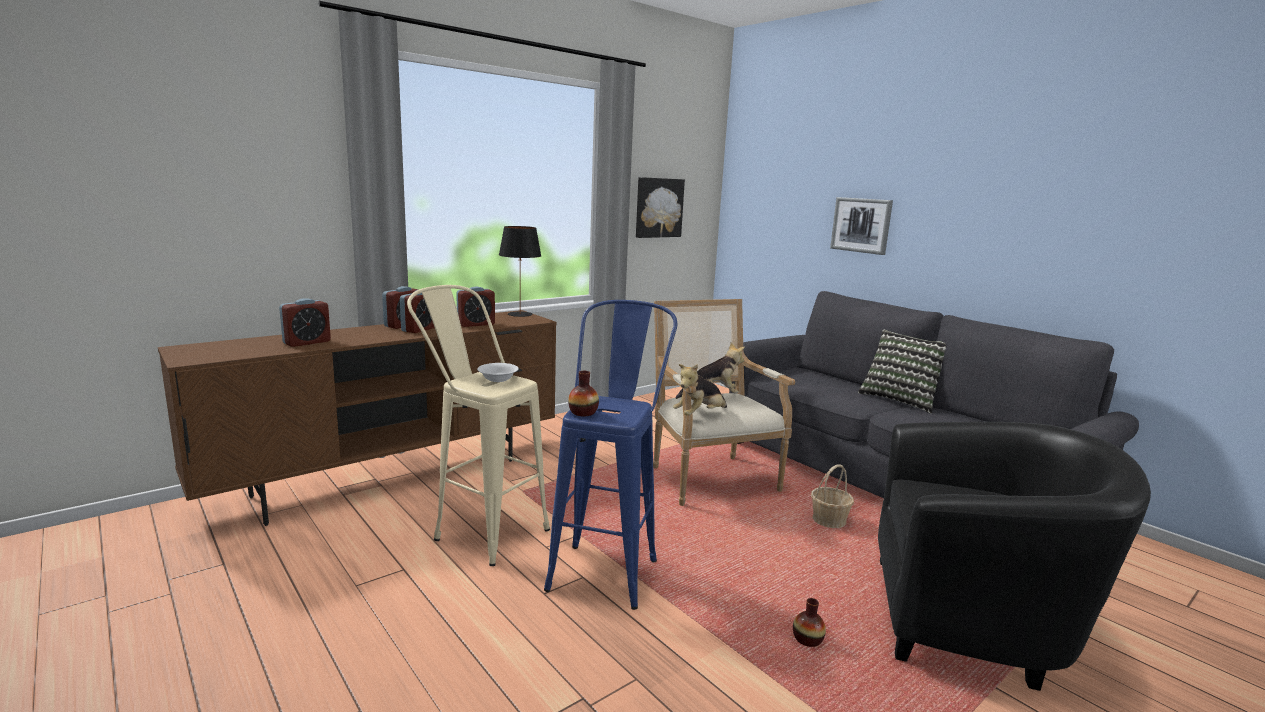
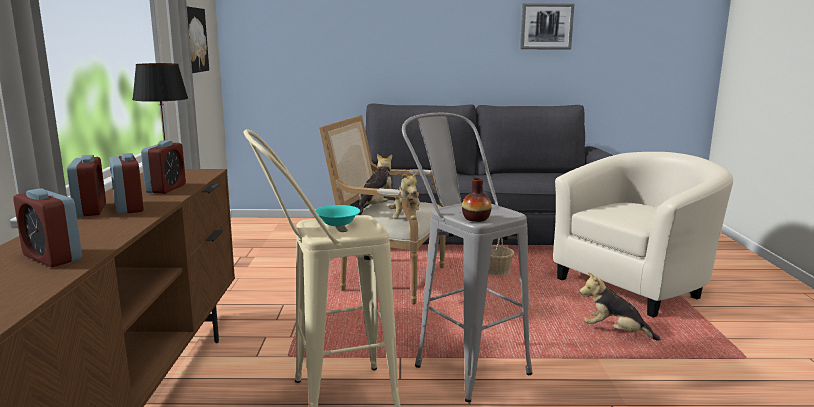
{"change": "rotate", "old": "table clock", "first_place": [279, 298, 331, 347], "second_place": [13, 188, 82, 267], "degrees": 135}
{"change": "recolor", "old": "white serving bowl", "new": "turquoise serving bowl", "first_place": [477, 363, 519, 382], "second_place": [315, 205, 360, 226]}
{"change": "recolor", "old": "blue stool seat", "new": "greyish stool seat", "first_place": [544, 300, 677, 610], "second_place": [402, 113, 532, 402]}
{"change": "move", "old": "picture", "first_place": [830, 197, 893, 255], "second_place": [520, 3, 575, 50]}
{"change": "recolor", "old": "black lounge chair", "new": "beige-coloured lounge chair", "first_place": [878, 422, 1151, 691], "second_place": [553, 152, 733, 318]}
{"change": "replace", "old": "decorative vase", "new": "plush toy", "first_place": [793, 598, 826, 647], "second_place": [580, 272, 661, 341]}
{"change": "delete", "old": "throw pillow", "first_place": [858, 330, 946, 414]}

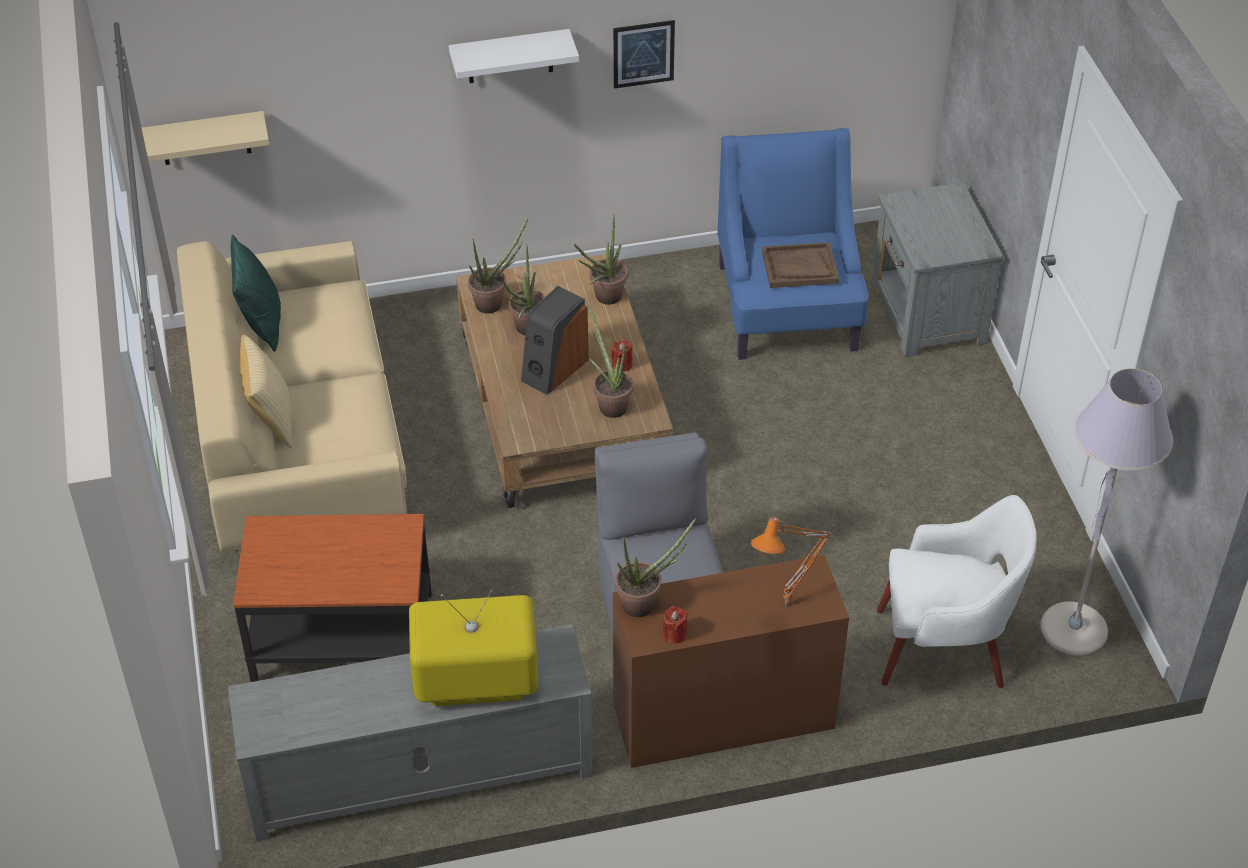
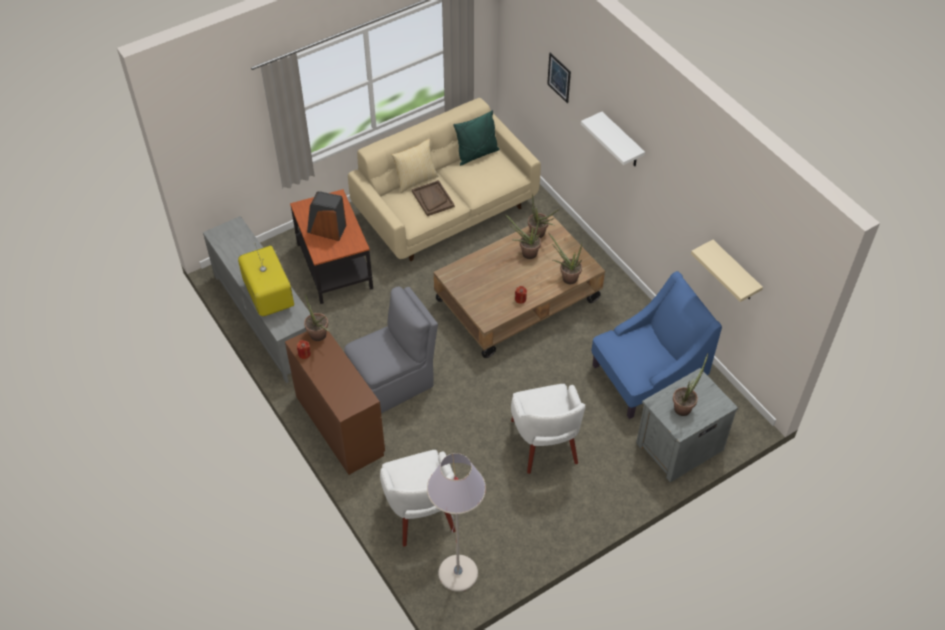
{"change": "move", "old": "speaker", "first_place": [521, 286, 589, 395], "second_place": [307, 191, 346, 241]}
{"change": "move", "old": "brownish tray", "first_place": [762, 242, 839, 288], "second_place": [412, 180, 455, 217]}
{"change": "insert", "new": "white lounge chair", "second_place": [511, 384, 585, 474]}
{"change": "move", "old": "picture", "first_place": [613, 20, 675, 89], "second_place": [547, 53, 571, 103]}
{"change": "move", "old": "plant in a pot", "first_place": [587, 304, 633, 418], "second_place": [673, 354, 708, 416]}
{"change": "move", "old": "beige-coloured bracket shelf", "first_place": [142, 111, 269, 165], "second_place": [691, 240, 763, 302]}
{"change": "delete", "old": "orange tabletop lamp", "first_place": [751, 517, 831, 606]}

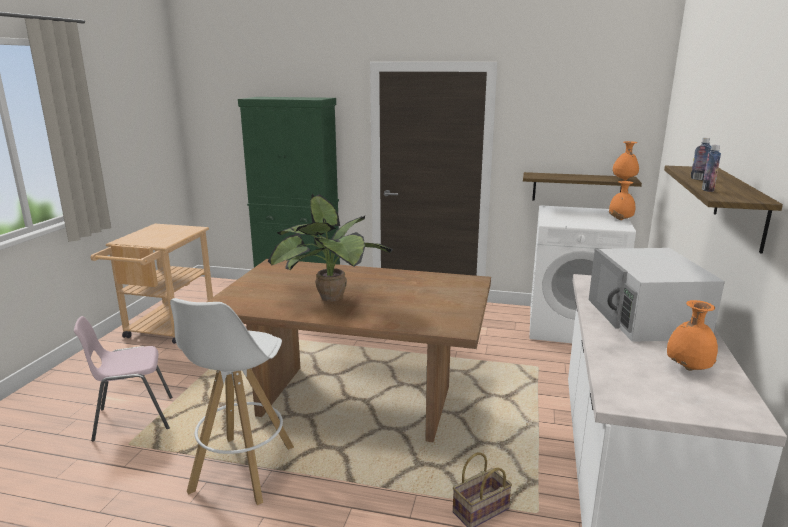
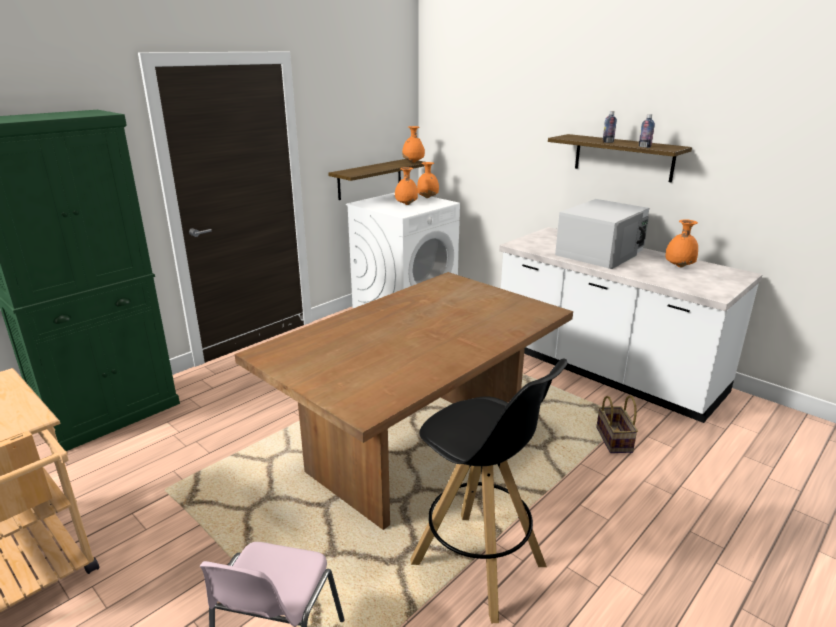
{"change": "insert", "new": "orange decorative vase", "second_place": [395, 167, 418, 205]}
{"change": "recolor", "old": "white stool seat", "new": "black stool seat", "first_place": [170, 298, 294, 505], "second_place": [410, 359, 567, 623]}
{"change": "rotate", "old": "white microwave", "first_place": [589, 248, 725, 342], "second_place": [555, 199, 649, 269], "degrees": -75}
{"change": "delete", "old": "plant in a pot", "first_place": [268, 193, 393, 302]}

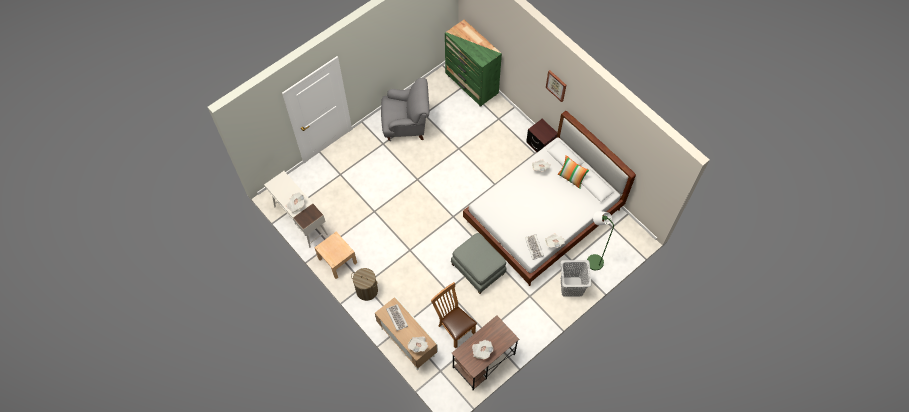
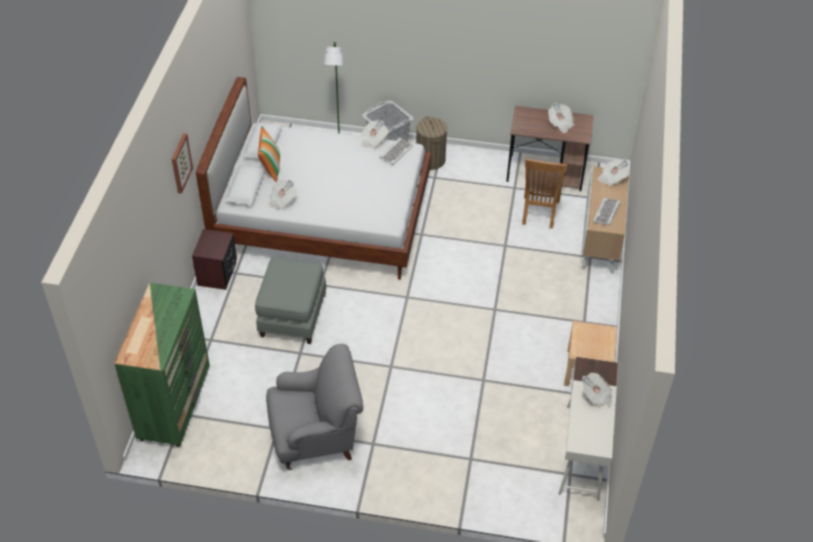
{"change": "move", "old": "greyish pouffe", "first_place": [451, 233, 506, 294], "second_place": [255, 257, 327, 344]}
{"change": "rotate", "old": "greyish lounge chair", "first_place": [381, 78, 429, 141], "second_place": [266, 344, 363, 470], "degrees": 120}
{"change": "move", "old": "laundry basket", "first_place": [351, 268, 378, 301], "second_place": [416, 116, 447, 170]}

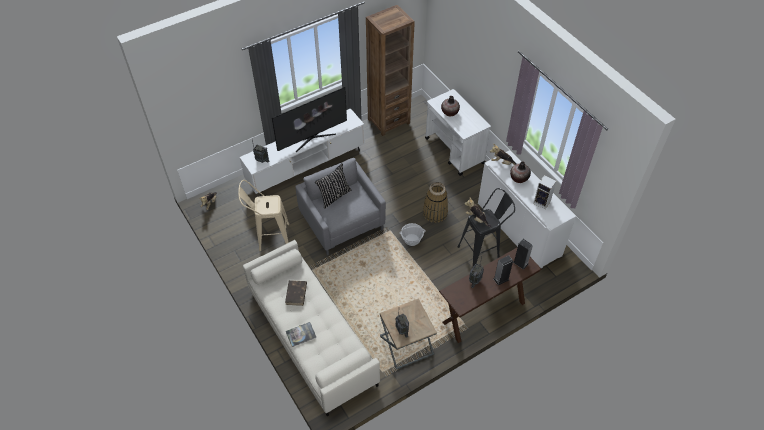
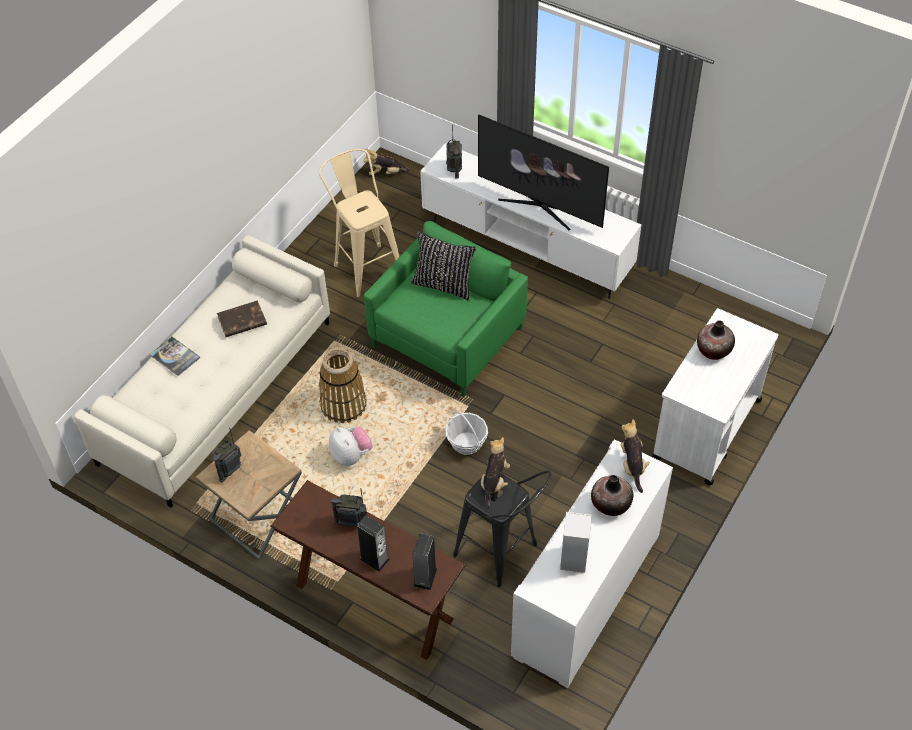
{"change": "move", "old": "storage basket", "first_place": [423, 182, 448, 223], "second_place": [319, 349, 367, 423]}
{"change": "insert", "new": "plush toy", "second_place": [329, 427, 373, 466]}
{"change": "recolor", "old": "greyish lounge chair", "new": "green lounge chair", "first_place": [295, 158, 386, 255], "second_place": [364, 221, 528, 397]}
{"change": "delete", "old": "brownish shelving unit", "first_place": [366, 5, 415, 136]}

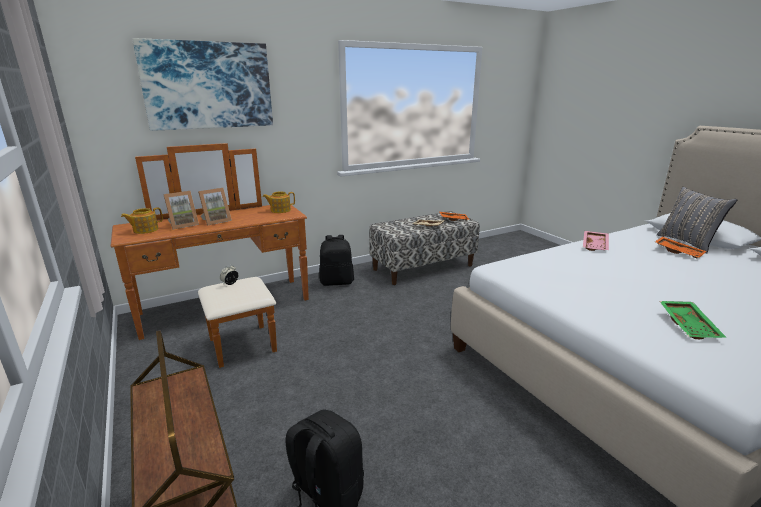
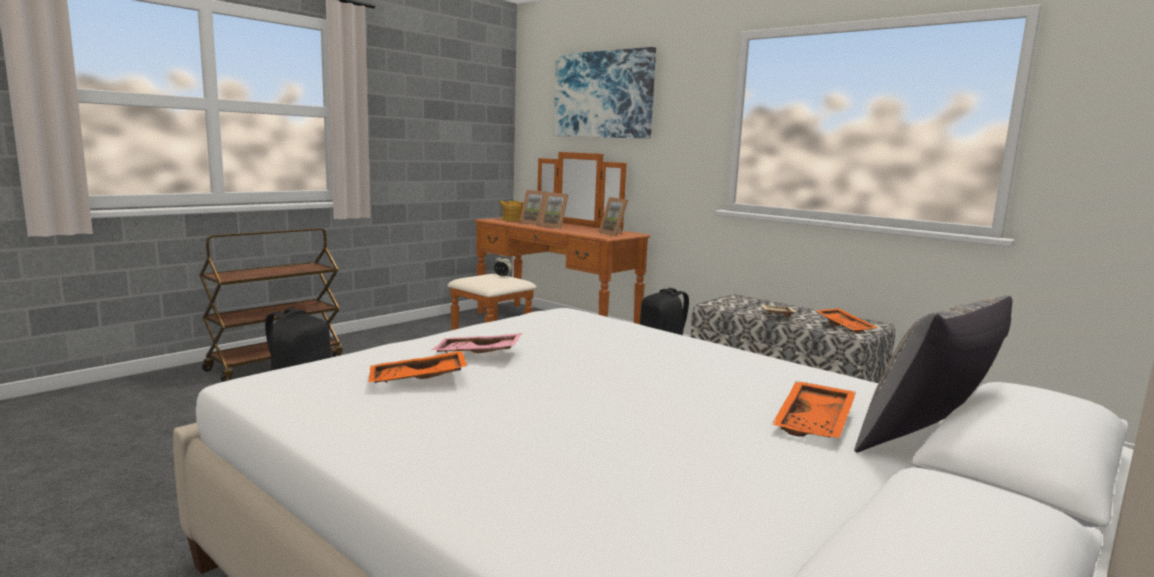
{"change": "recolor", "old": "green tray", "new": "orange tray", "first_place": [660, 301, 727, 339], "second_place": [368, 351, 467, 383]}
{"change": "move", "old": "pinkish tray", "first_place": [583, 231, 609, 251], "second_place": [431, 333, 522, 353]}
{"change": "replace", "old": "tea pot", "new": "photo frame", "first_place": [263, 192, 295, 213], "second_place": [598, 197, 628, 236]}

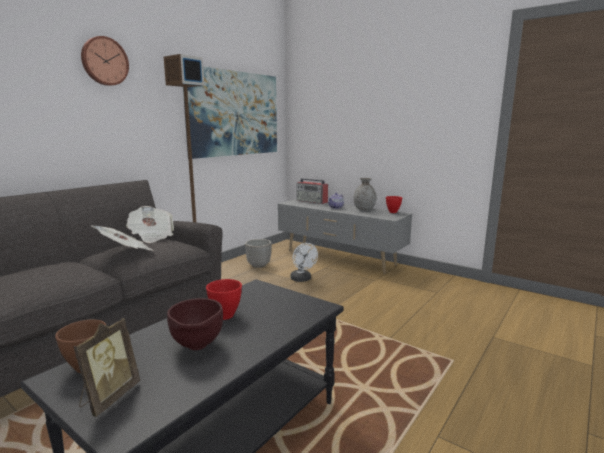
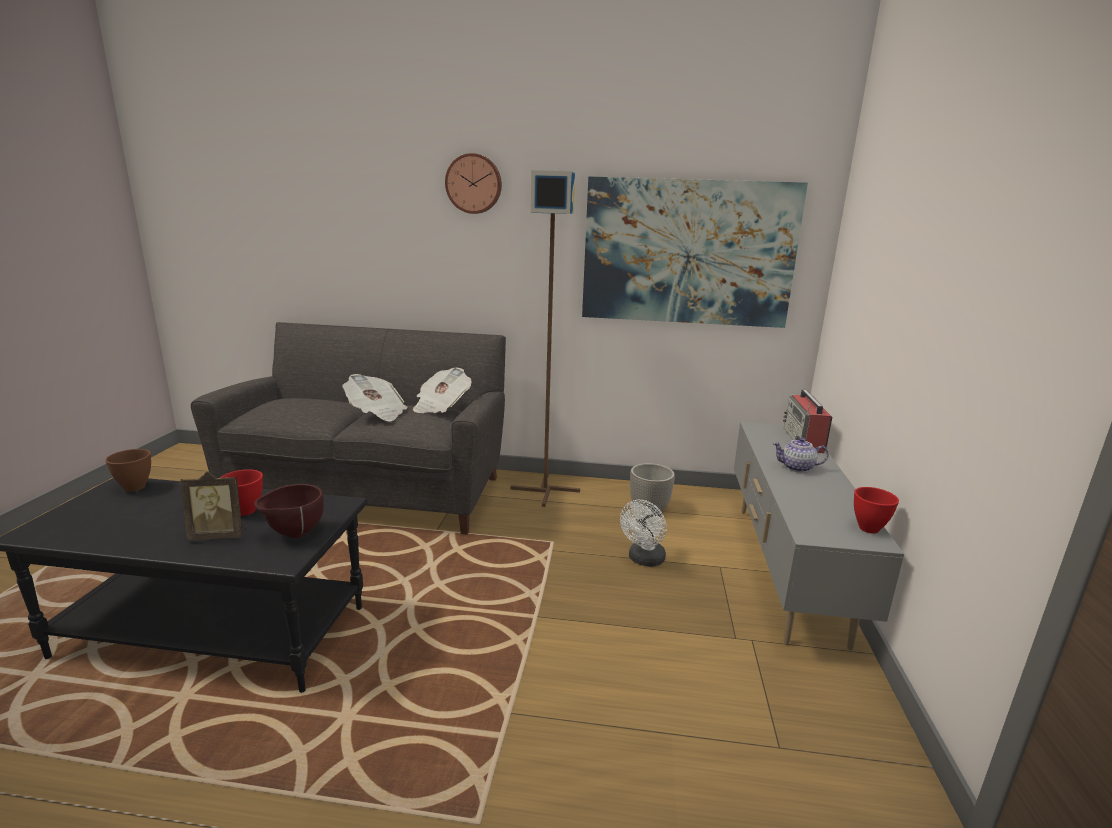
{"change": "move", "old": "photo frame", "first_place": [73, 318, 140, 417], "second_place": [180, 472, 243, 540]}
{"change": "move", "old": "brownish serving bowl", "first_place": [167, 298, 223, 350], "second_place": [254, 484, 324, 538]}
{"change": "delete", "old": "greyish decorative vase", "first_place": [354, 178, 376, 210]}

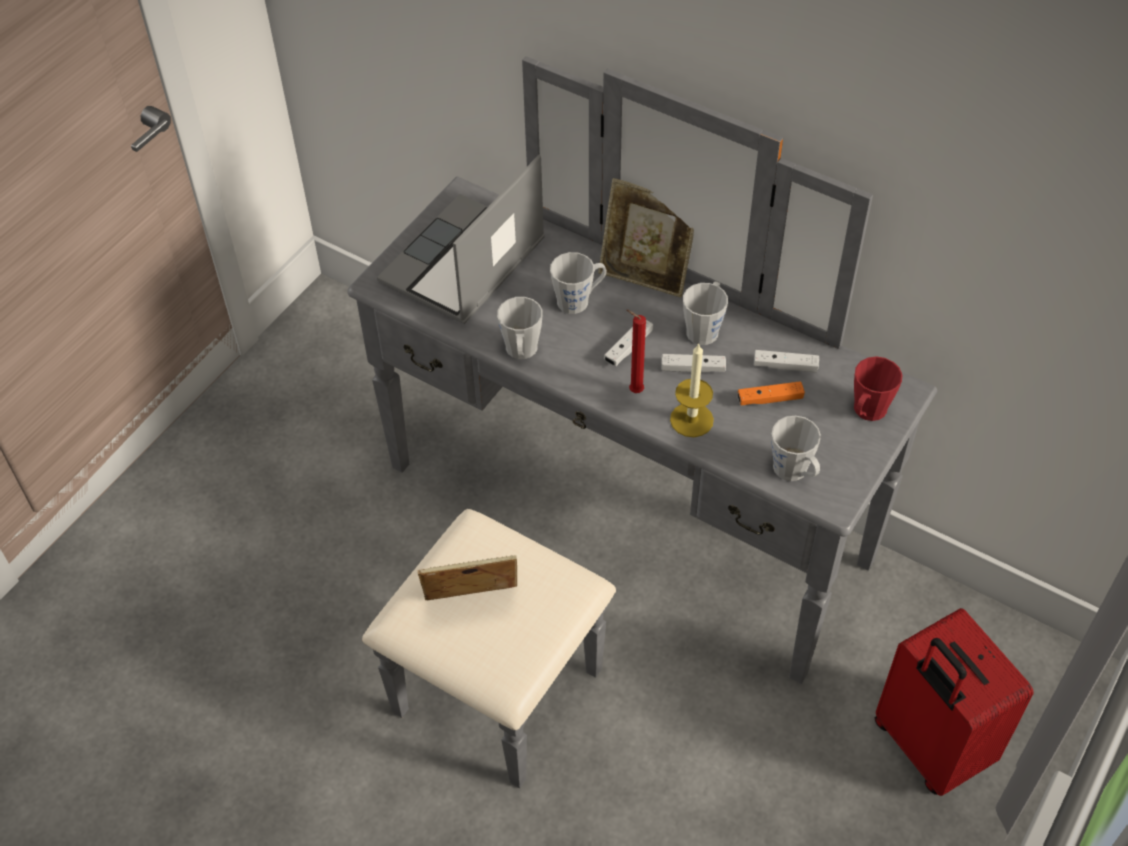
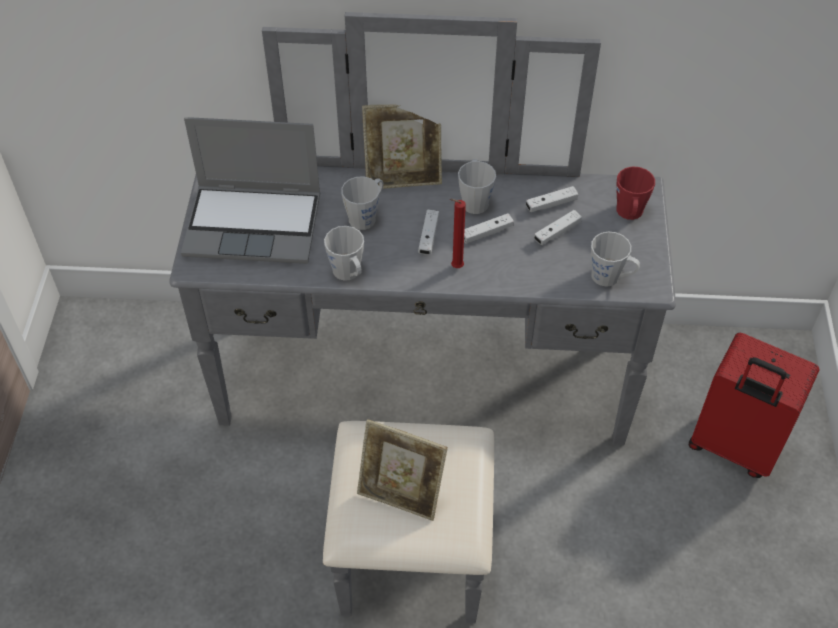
{"change": "rotate", "old": "portable computer", "first_place": [377, 155, 545, 324], "second_place": [181, 117, 320, 264], "degrees": -90}
{"change": "rotate", "old": "photo frame", "first_place": [417, 555, 517, 600], "second_place": [357, 419, 448, 521], "degrees": -120}
{"change": "recolor", "old": "orange joypad", "new": "white joypad", "first_place": [737, 381, 805, 406], "second_place": [534, 210, 582, 245]}
{"change": "delete", "old": "wax candle", "first_place": [670, 344, 714, 437]}

